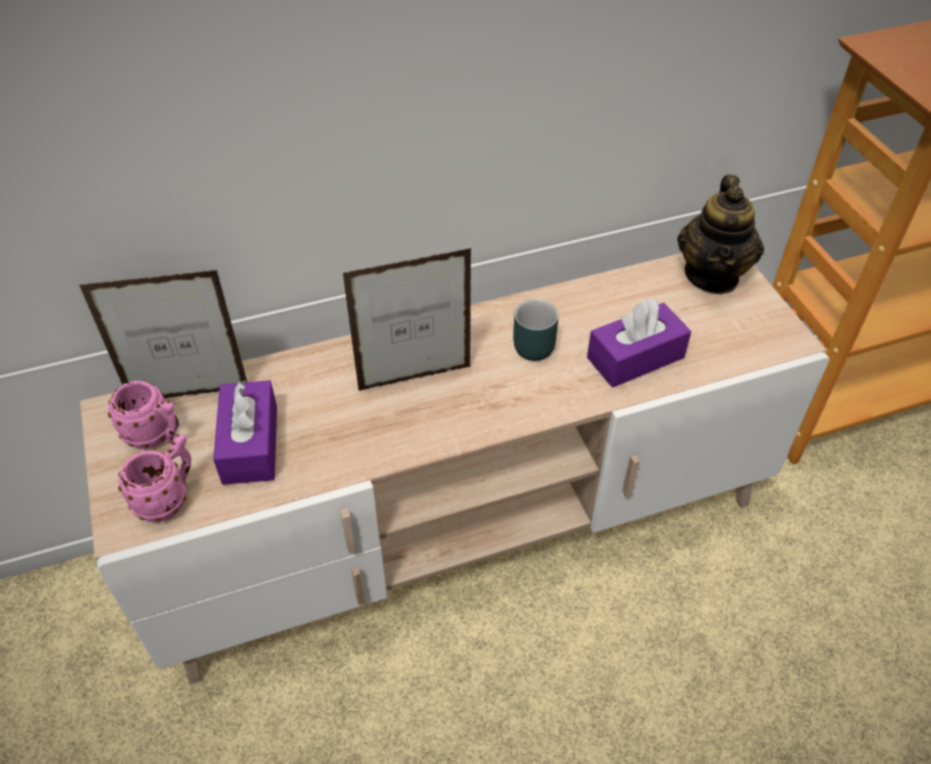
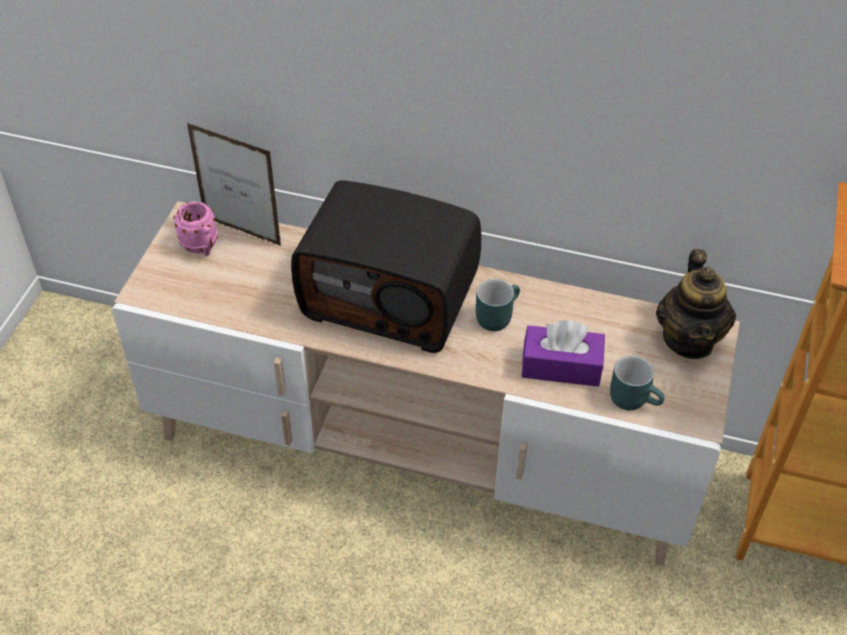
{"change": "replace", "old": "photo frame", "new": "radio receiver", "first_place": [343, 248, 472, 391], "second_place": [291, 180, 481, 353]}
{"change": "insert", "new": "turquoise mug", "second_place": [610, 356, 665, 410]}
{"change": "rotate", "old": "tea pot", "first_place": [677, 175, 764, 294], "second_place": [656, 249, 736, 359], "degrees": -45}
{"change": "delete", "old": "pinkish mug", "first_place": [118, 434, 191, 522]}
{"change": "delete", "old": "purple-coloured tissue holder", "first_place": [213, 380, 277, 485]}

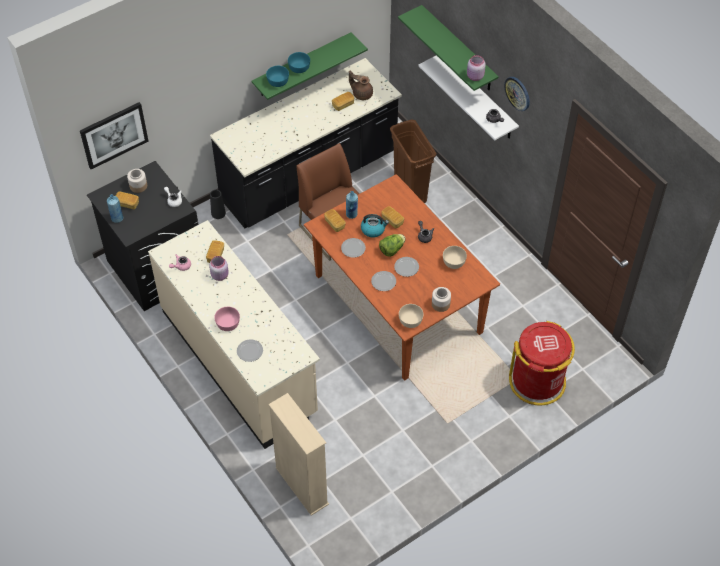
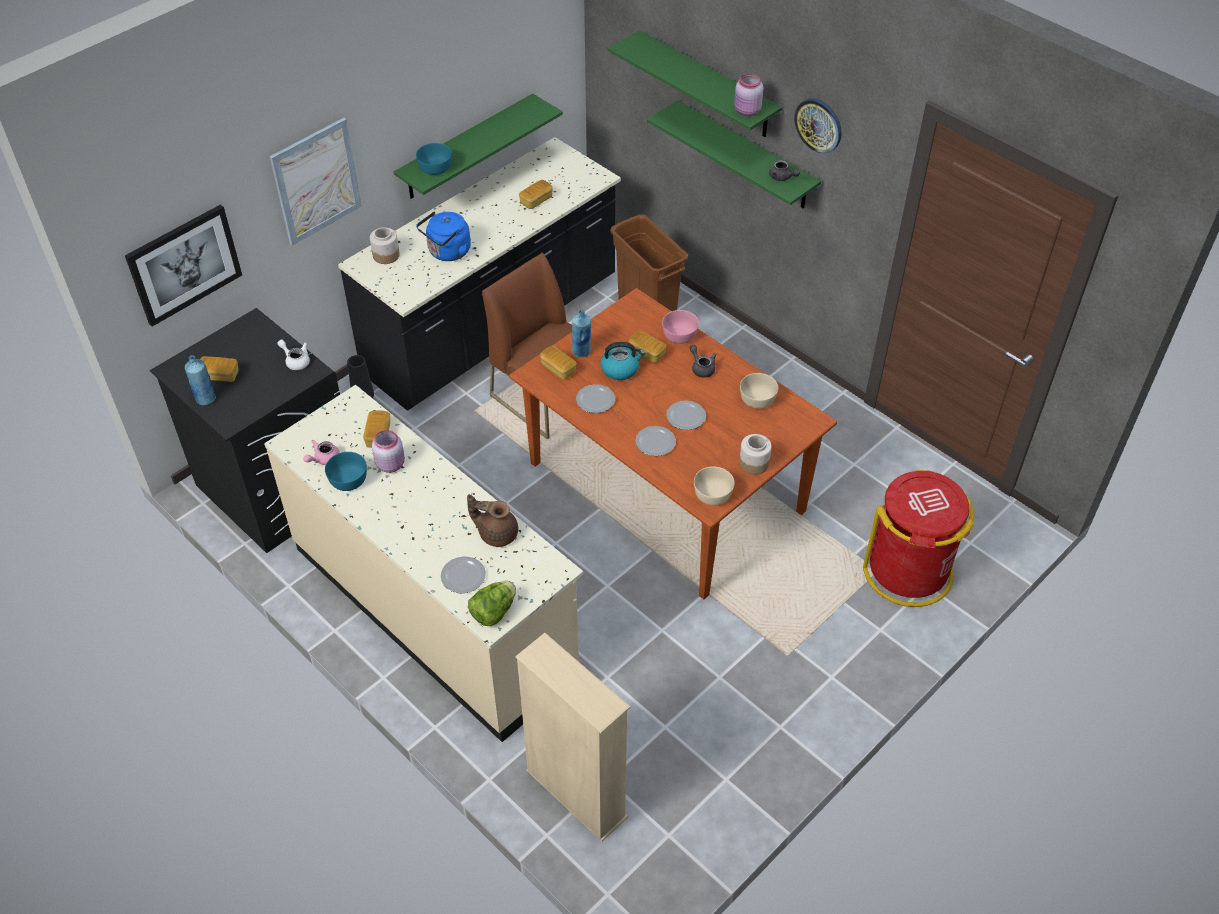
{"change": "insert", "new": "picture", "second_place": [270, 118, 362, 246]}
{"change": "move", "old": "turquoise serving bowl", "first_place": [288, 52, 310, 73], "second_place": [325, 452, 367, 491]}
{"change": "move", "old": "jar", "first_place": [127, 169, 147, 193], "second_place": [370, 227, 400, 264]}
{"change": "insert", "new": "blue tea kettle", "second_place": [416, 211, 471, 261]}
{"change": "move", "old": "brownish tea pot", "first_place": [349, 70, 373, 100], "second_place": [467, 495, 518, 547]}
{"change": "move", "old": "head of lettuce", "first_place": [379, 234, 405, 257], "second_place": [468, 581, 516, 626]}
{"change": "recolor", "old": "white bracket shelf", "new": "green bracket shelf", "first_place": [419, 55, 519, 140], "second_place": [647, 100, 821, 209]}
{"change": "move", "old": "pinkish serving bowl", "first_place": [214, 307, 240, 331], "second_place": [662, 310, 699, 344]}

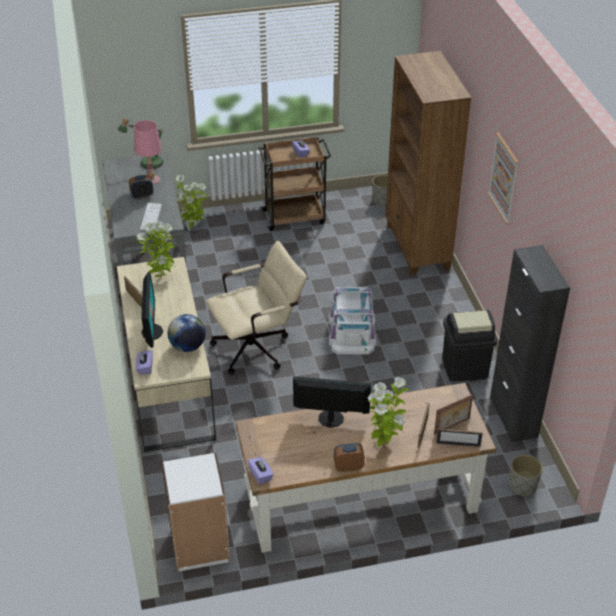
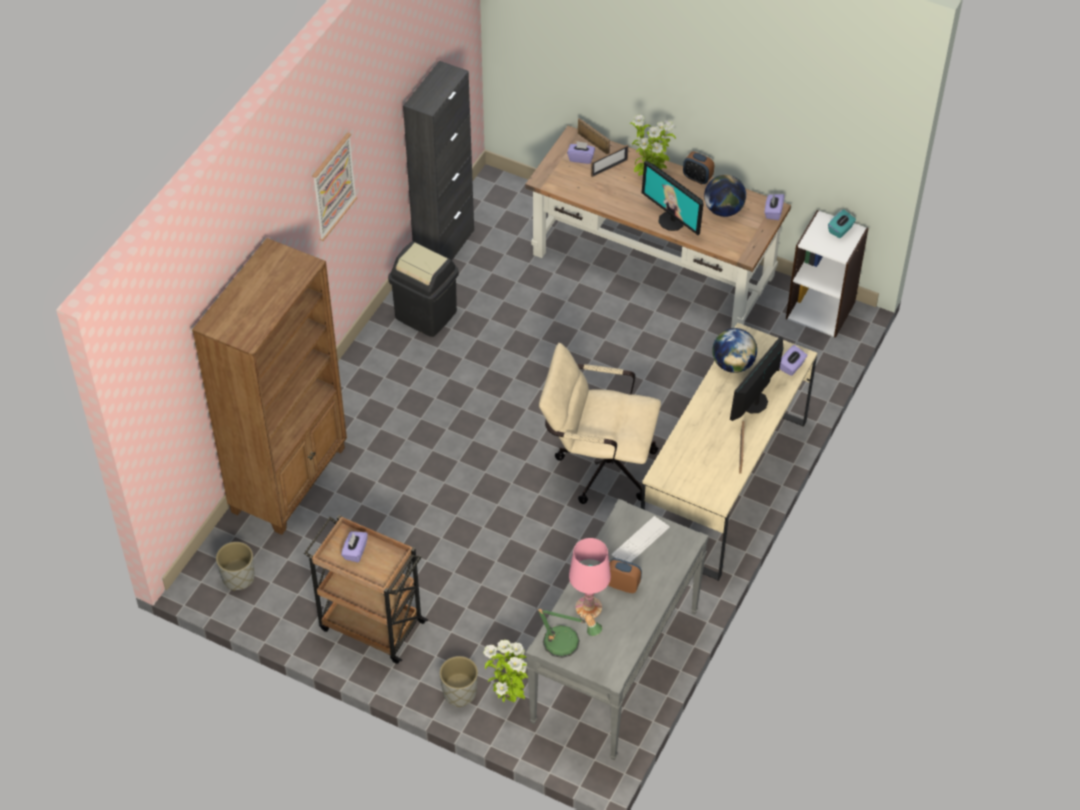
{"change": "move", "old": "greyish flower pot", "first_place": [509, 454, 543, 496], "second_place": [440, 656, 478, 707]}
{"change": "replace", "old": "photo frame", "new": "purple-coloured tissue holder", "first_place": [434, 394, 473, 435], "second_place": [567, 141, 595, 164]}
{"change": "insert", "new": "globe", "second_place": [704, 175, 746, 217]}
{"change": "insert", "new": "turquoise tissue holder", "second_place": [828, 210, 856, 238]}
{"change": "delete", "old": "plant in a pot", "first_place": [137, 221, 174, 280]}
{"change": "delete", "old": "white storage box", "first_place": [329, 287, 376, 354]}

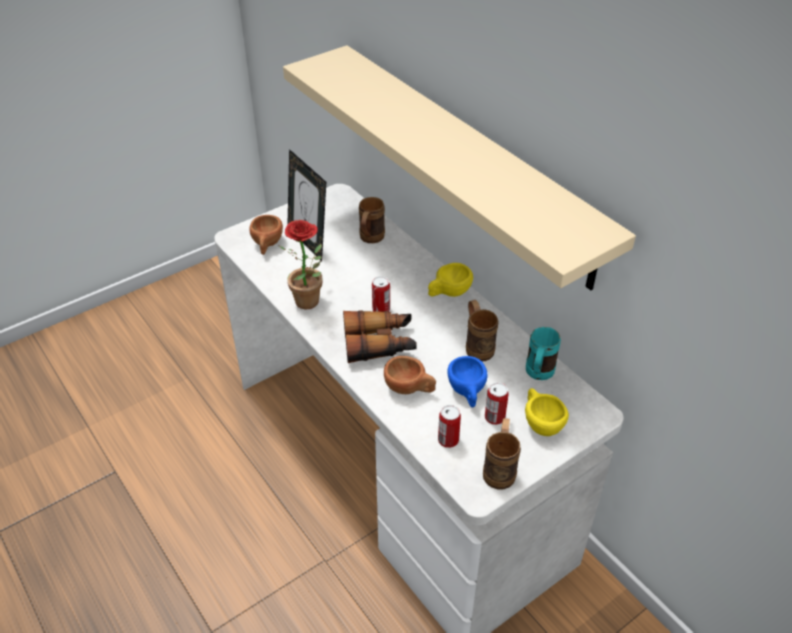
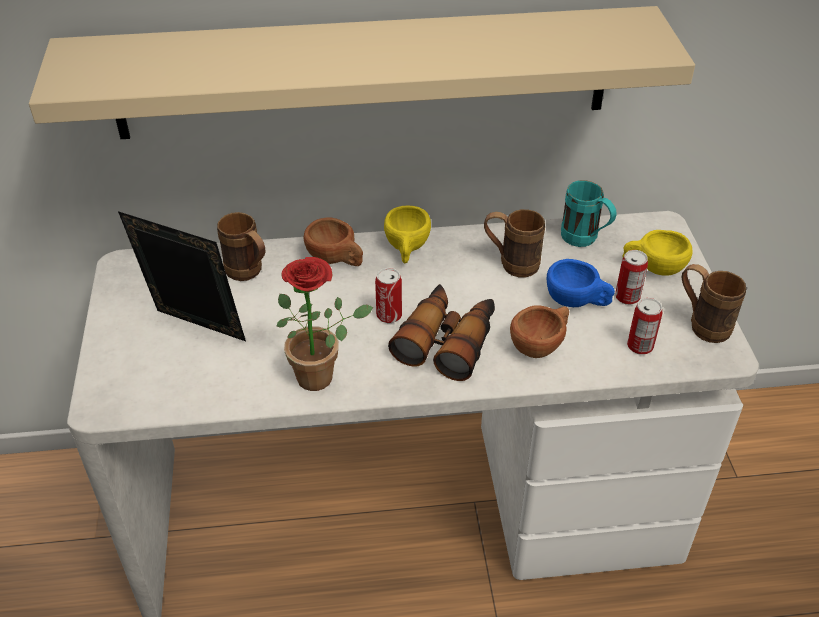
{"change": "rotate", "old": "photo frame", "first_place": [287, 149, 326, 262], "second_place": [118, 211, 246, 341], "degrees": -150}
{"change": "move", "old": "brownish small cup", "first_place": [249, 215, 283, 255], "second_place": [304, 217, 363, 266]}

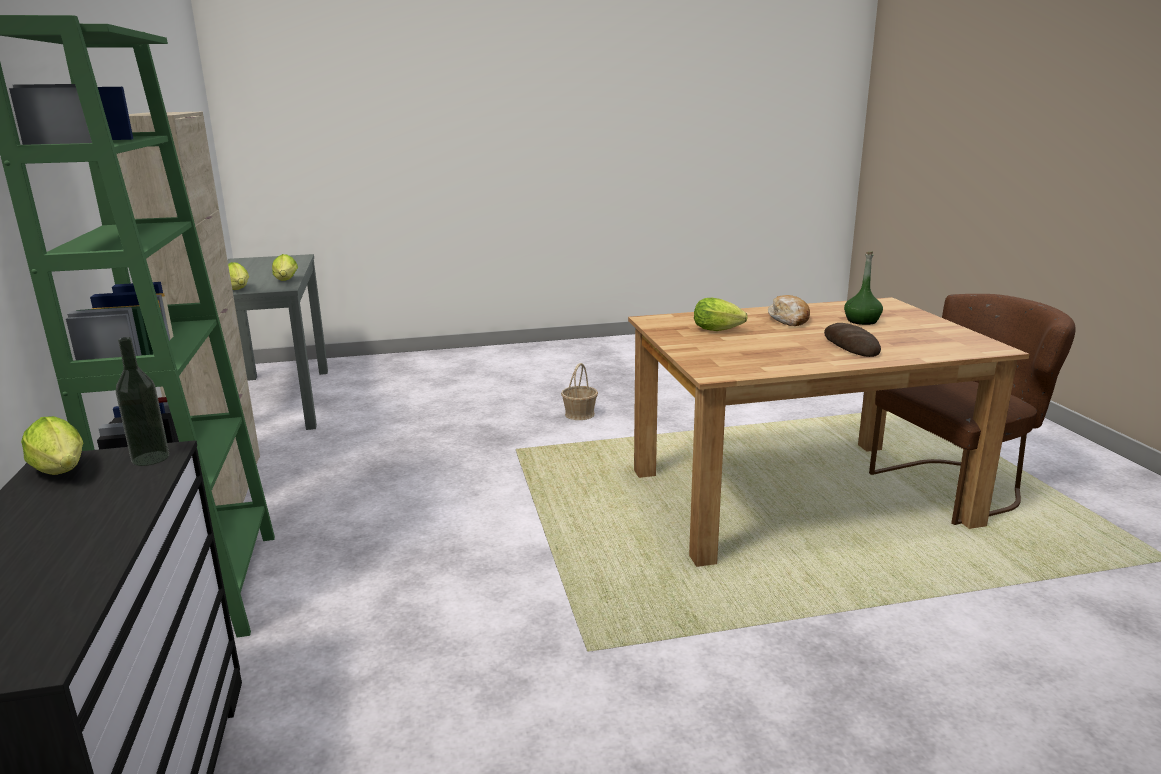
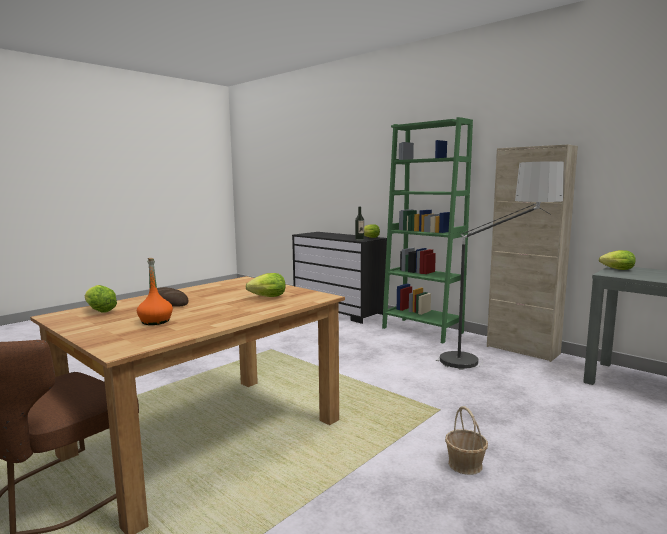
{"change": "move", "old": "head of lettuce", "first_place": [272, 254, 298, 281], "second_place": [85, 285, 117, 313]}
{"change": "recolor", "old": "green bottle", "new": "orange bottle", "first_place": [844, 252, 883, 325], "second_place": [137, 258, 173, 325]}
{"change": "insert", "new": "standing lamp", "second_place": [436, 161, 564, 370]}
{"change": "delete", "old": "baked bread", "first_place": [768, 295, 810, 326]}

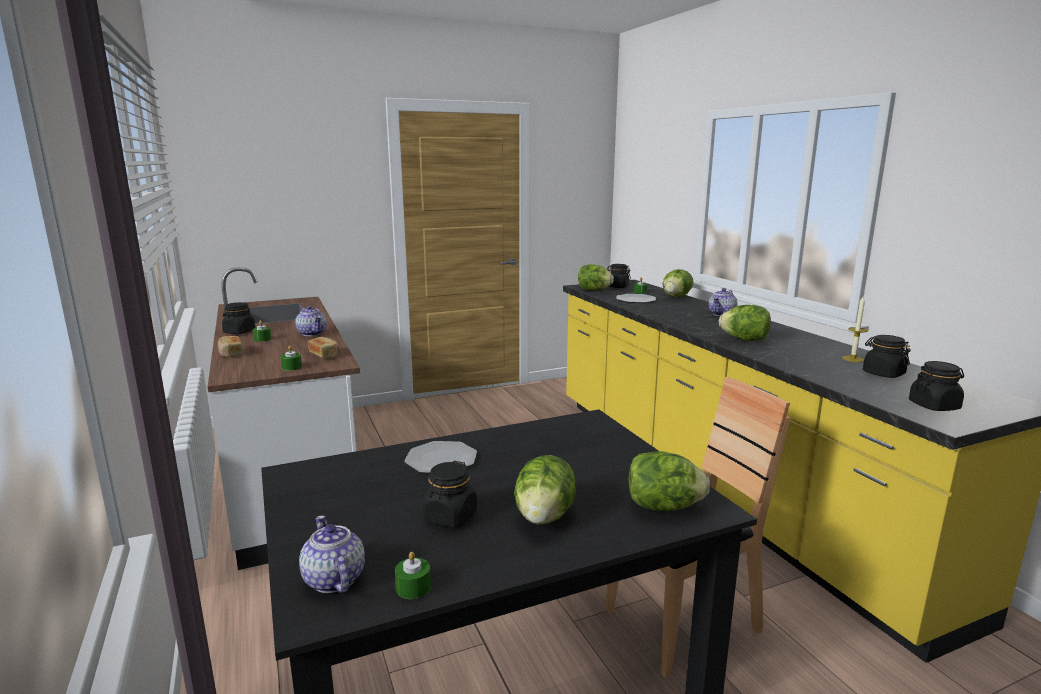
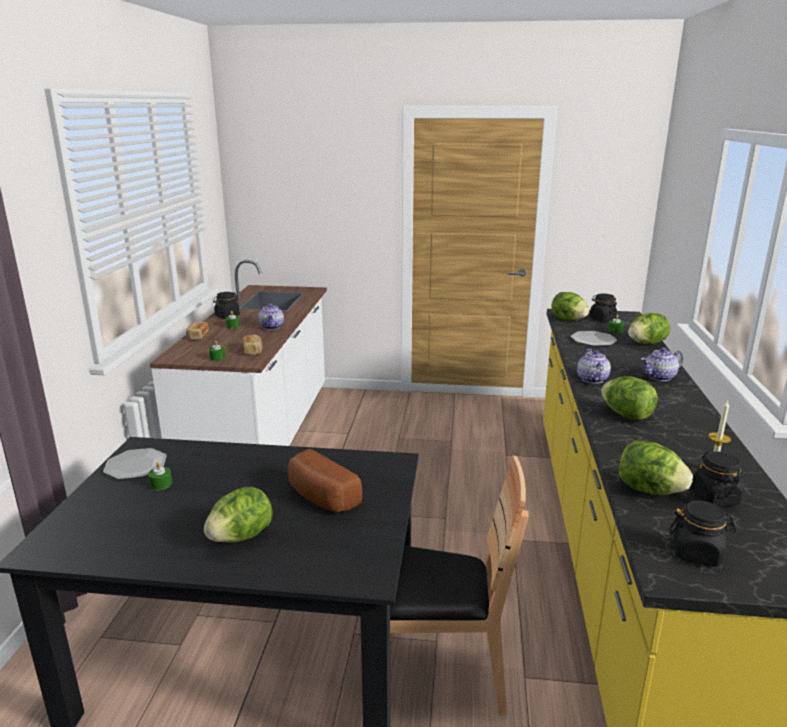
{"change": "move", "old": "dinner plate", "first_place": [404, 441, 477, 473], "second_place": [103, 448, 167, 480]}
{"change": "move", "old": "green wax candle", "first_place": [395, 552, 431, 599], "second_place": [148, 462, 172, 490]}
{"change": "insert", "new": "baked bread", "second_place": [288, 449, 362, 513]}
{"change": "move", "old": "tea pot", "first_place": [299, 515, 365, 593], "second_place": [577, 349, 611, 384]}
{"change": "move", "old": "head of lettuce", "first_place": [628, 451, 710, 511], "second_place": [619, 440, 693, 495]}
{"change": "delete", "old": "black jar", "first_place": [423, 461, 477, 528]}

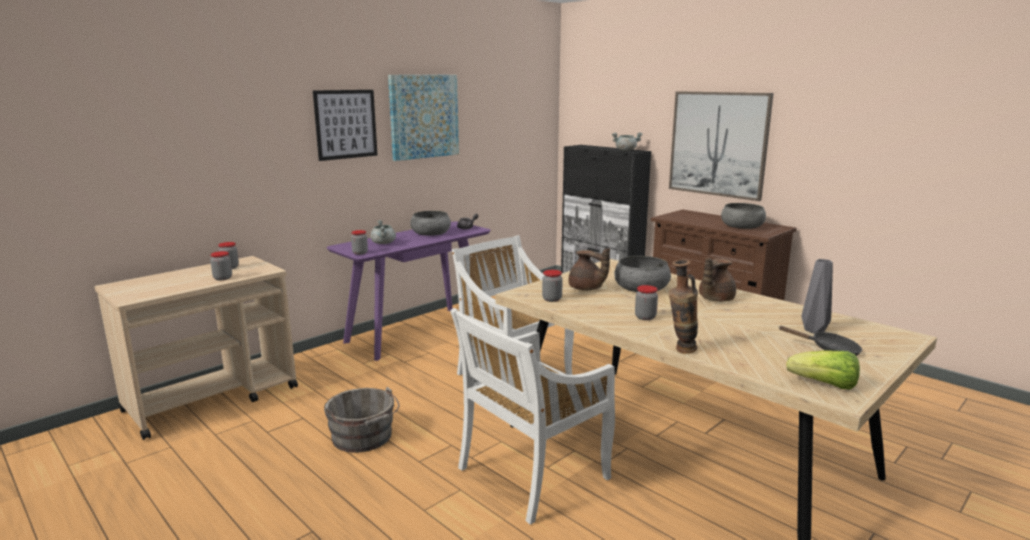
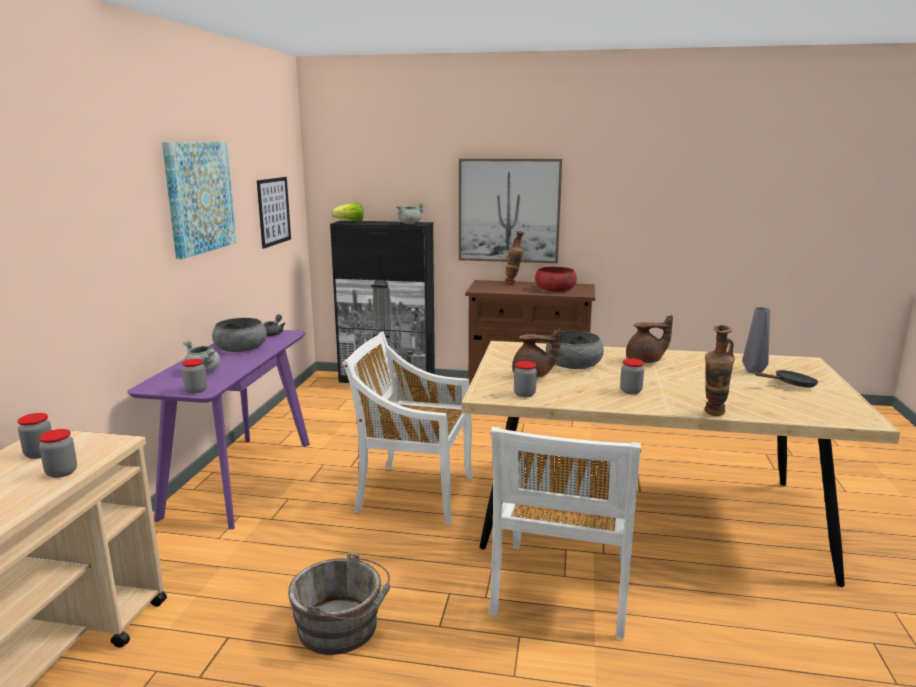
{"change": "move", "old": "picture", "first_place": [313, 90, 377, 161], "second_place": [257, 177, 291, 249]}
{"change": "move", "old": "head of lettuce", "first_place": [786, 350, 860, 390], "second_place": [332, 203, 364, 222]}
{"change": "insert", "new": "decorative vase", "second_place": [504, 231, 525, 284]}
{"change": "recolor", "old": "greyish serving bowl", "new": "red serving bowl", "first_place": [721, 203, 766, 229], "second_place": [535, 267, 577, 292]}
{"change": "rotate", "old": "brownish tea pot", "first_place": [699, 258, 736, 302], "second_place": [626, 315, 673, 363], "degrees": -105}

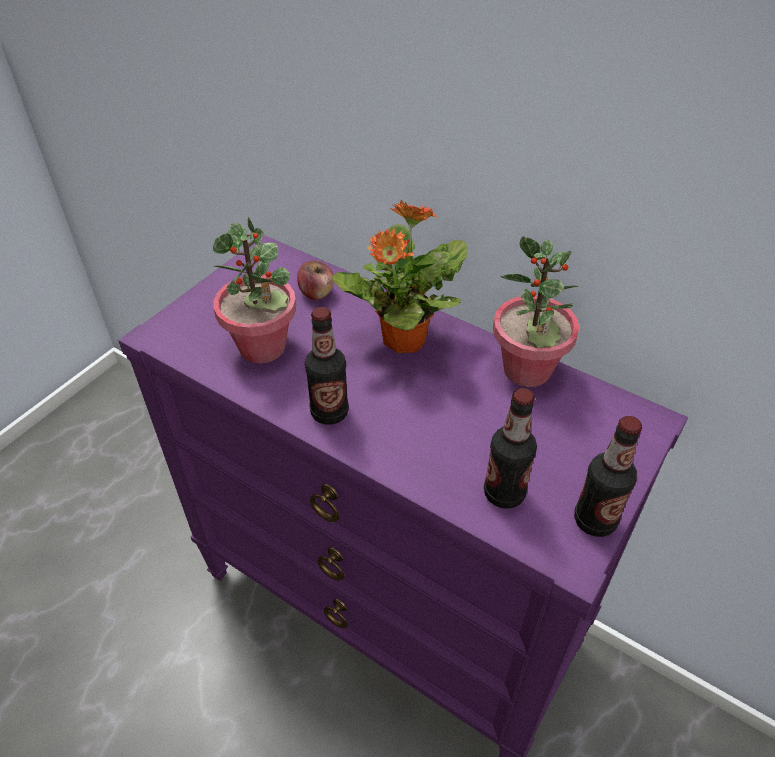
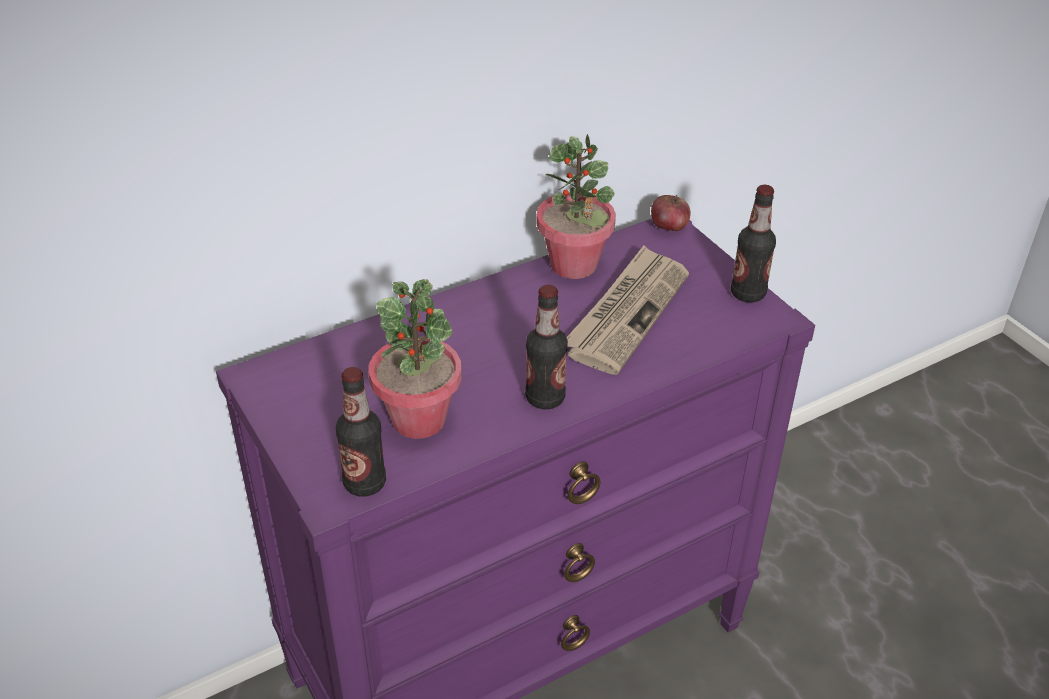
{"change": "move", "old": "bottle", "first_place": [484, 388, 537, 509], "second_place": [336, 367, 386, 497]}
{"change": "insert", "new": "printed paper", "second_place": [567, 246, 689, 375]}
{"change": "move", "old": "apple", "first_place": [297, 261, 334, 300], "second_place": [651, 195, 691, 231]}
{"change": "delete", "old": "plant in a pot", "first_place": [332, 200, 468, 353]}

